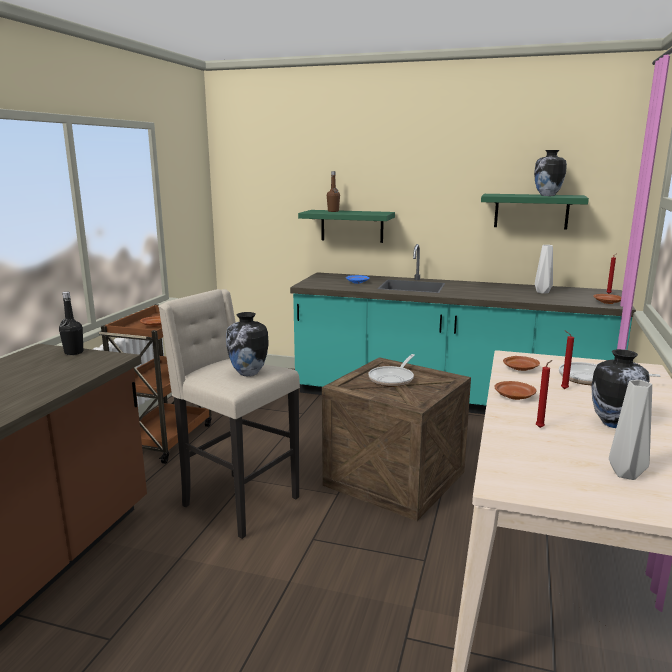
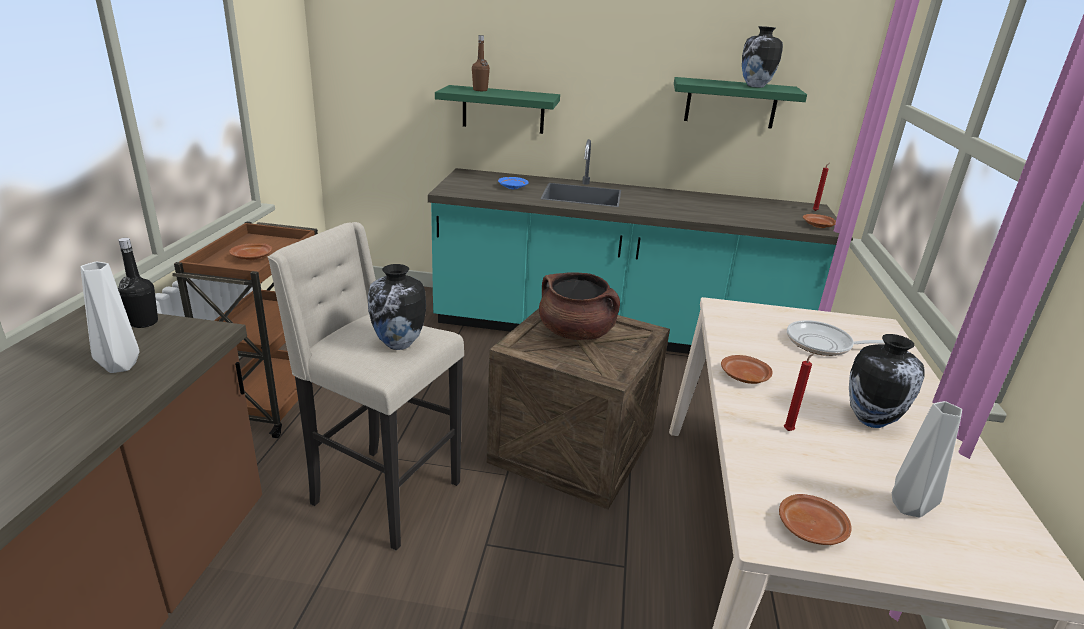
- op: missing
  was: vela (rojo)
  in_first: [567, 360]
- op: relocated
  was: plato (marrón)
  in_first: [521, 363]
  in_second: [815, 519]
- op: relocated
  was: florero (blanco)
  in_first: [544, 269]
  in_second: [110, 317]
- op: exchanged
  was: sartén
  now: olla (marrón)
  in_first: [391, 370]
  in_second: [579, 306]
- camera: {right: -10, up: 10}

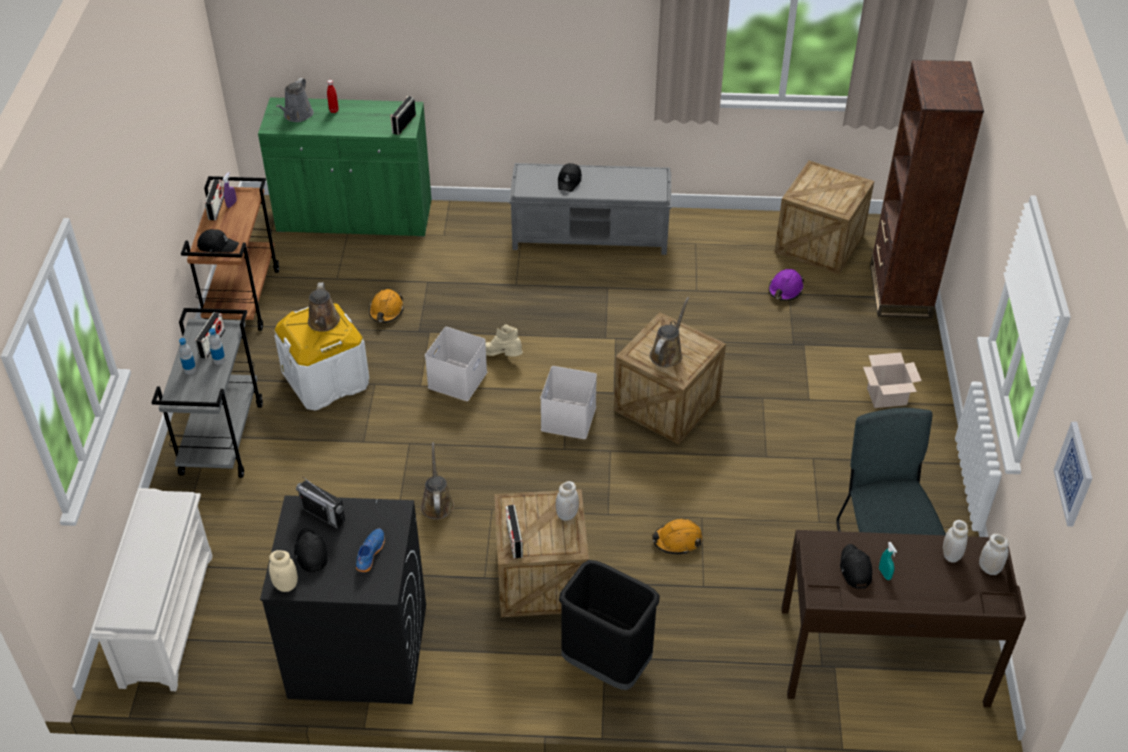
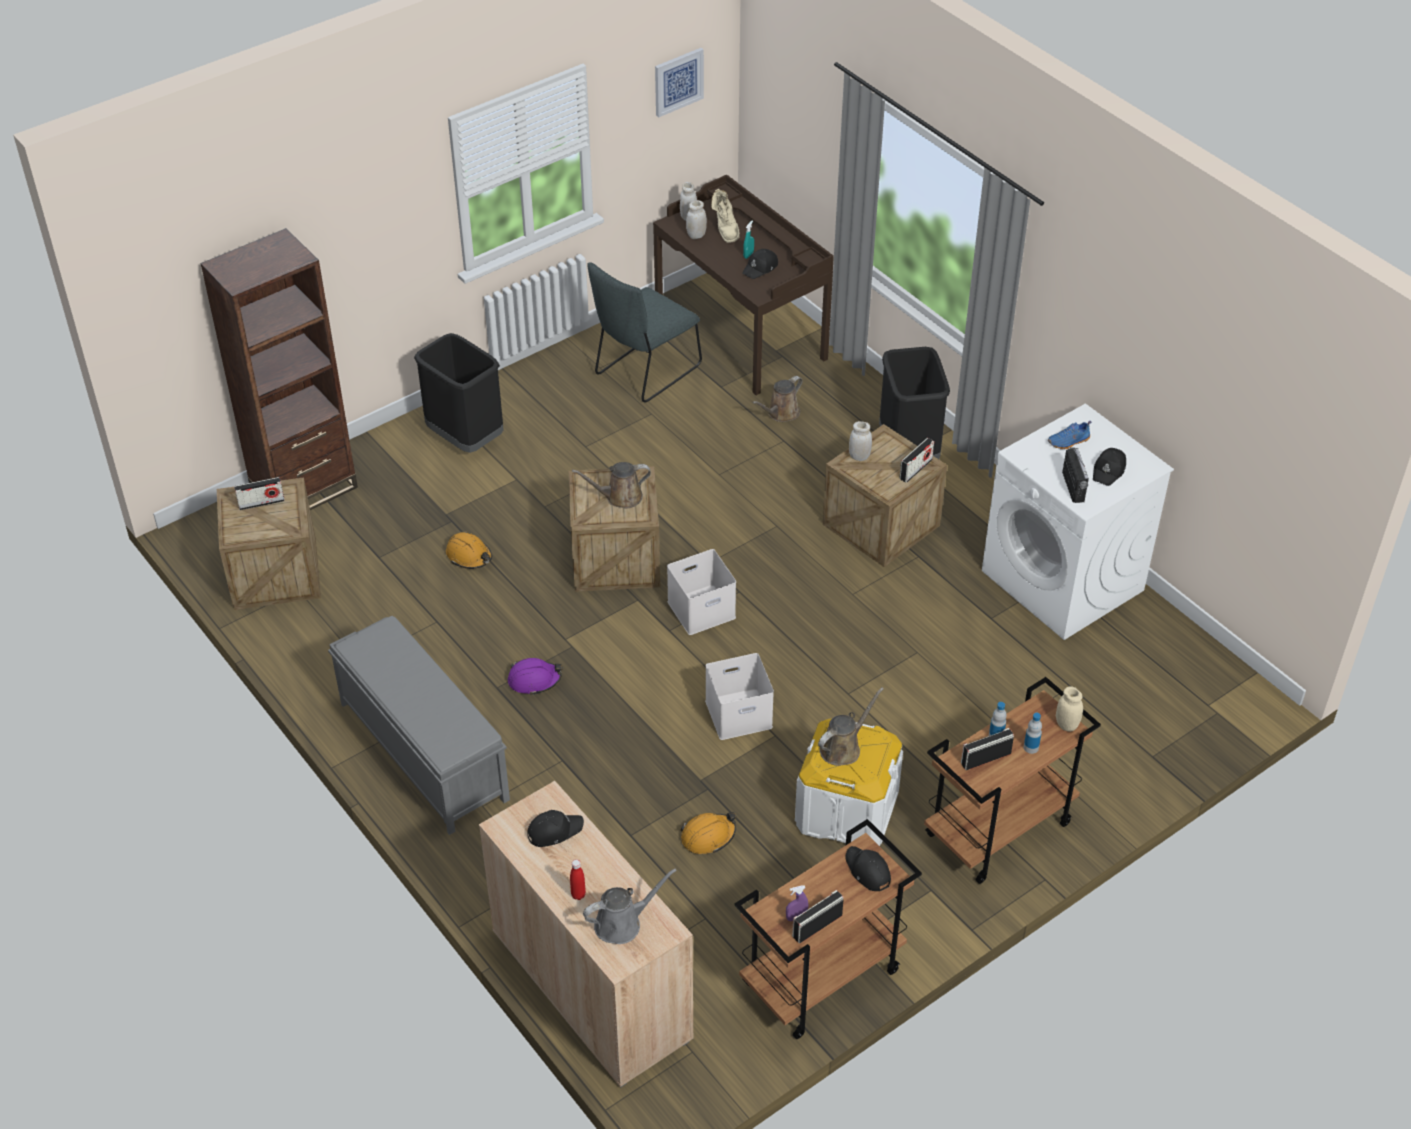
- op: missing
  was: zapatero (blanco)
  in_first: [152, 589]
- op: relocated
  was: tarro (beis)
  in_first: [283, 571]
  in_second: [1069, 709]
- op: relocated
  was: radio
  in_first: [403, 115]
  in_second: [259, 493]
- op: relocated
  was: regadera (marrón)
  in_first: [437, 481]
  in_second: [777, 399]
- op: relocated
  was: bota (beis)
  in_first: [504, 340]
  in_second: [725, 216]
- op: relocated
  was: gorra (negro)
  in_first: [570, 177]
  in_second: [555, 828]
- op: relocated
  was: casco (naranja)
  in_first: [677, 536]
  in_second: [469, 550]
- op: relocated
  was: casco (morado)
  in_first: [786, 285]
  in_second: [535, 676]
- op: exchanged
  was: caja de cartón
  now: papelera (negro)
  in_first: [892, 380]
  in_second: [459, 393]
- op: colour
  was: carrito (gris)
  now: carrito (marrón)
  in_first: [207, 393]
  in_second: [1012, 780]
- op: colour
  was: armario (verde)
  now: armario (beis)
  in_first: [345, 167]
  in_second: [586, 934]
- op: colour
  was: lavadora (negro)
  now: lavadora (blanco)
  in_first: [343, 599]
  in_second: [1078, 521]
- camera: {right: -130, up: 0}

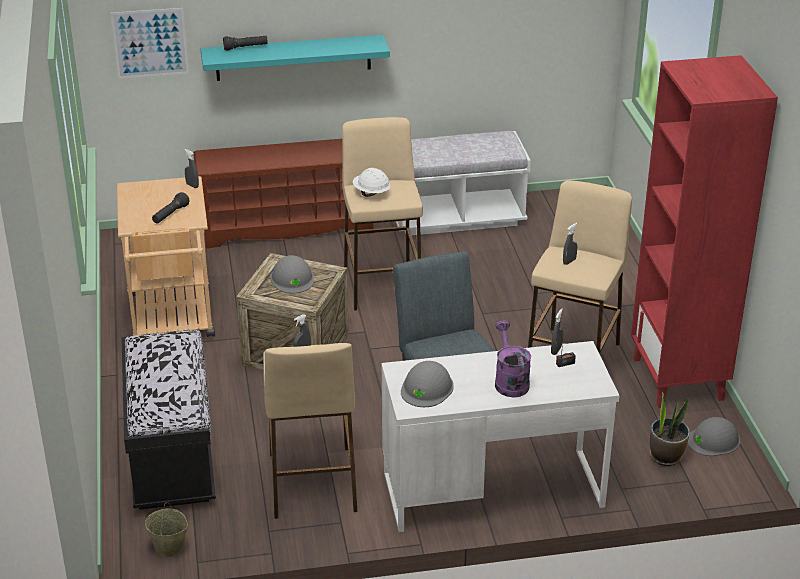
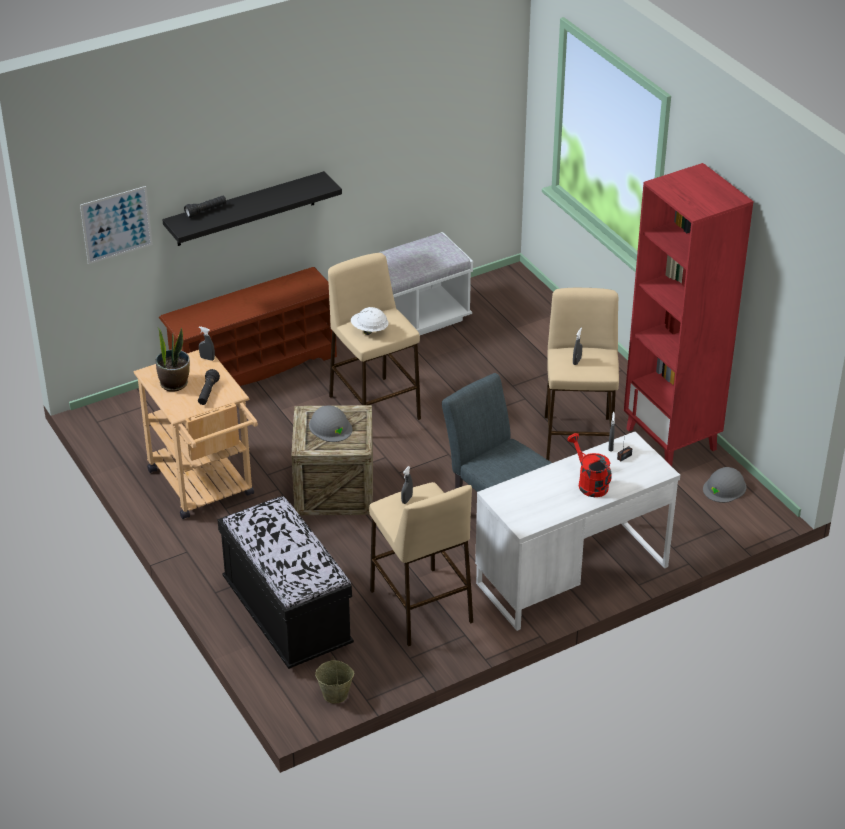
- op: missing
  was: casco (gris)
  in_first: [427, 384]
- op: relocated
  was: planta en maceta
  in_first: [670, 428]
  in_second: [173, 359]
- op: colour
  was: estante (turquesa)
  now: estante (negro)
  in_first: [295, 58]
  in_second: [252, 208]
- op: colour
  was: regadera (morado)
  now: regadera (rojo)
  in_first: [513, 358]
  in_second: [589, 465]
- camera: {right: -20, up: 5}

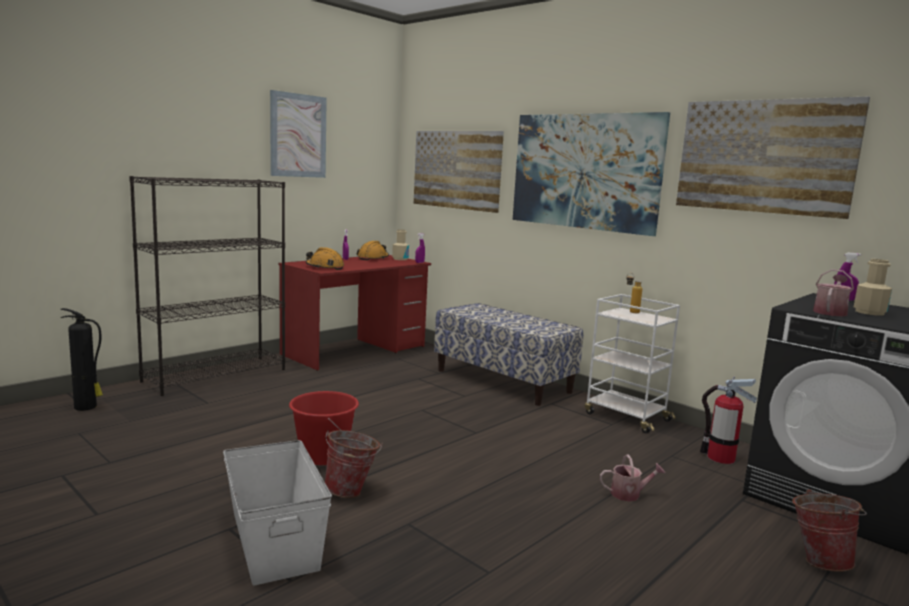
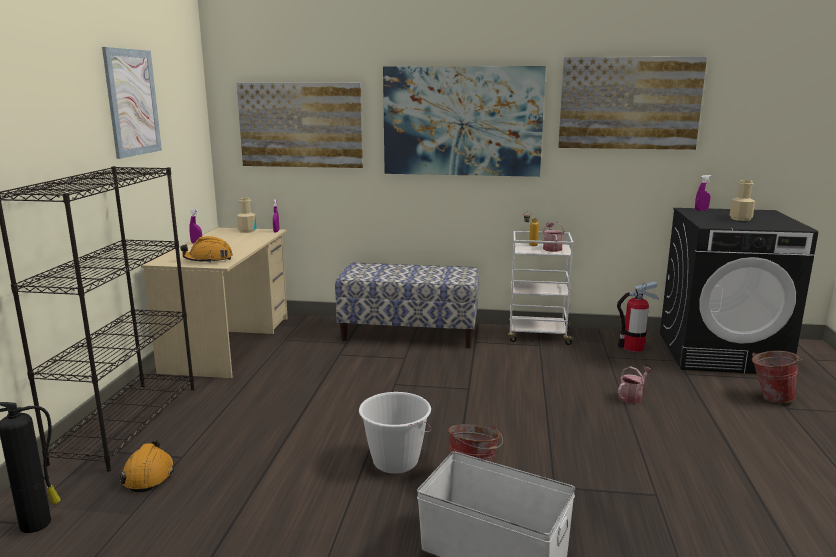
- op: relocated
  was: casco (naranja)
  in_first: [372, 250]
  in_second: [147, 466]
- op: relocated
  was: regadera
  in_first: [833, 293]
  in_second: [553, 237]
- op: colour
  was: escritorio (rojo)
  now: escritorio (beis)
  in_first: [355, 313]
  in_second: [214, 303]
- op: colour
  was: cubo (rojo)
  now: cubo (blanco)
  in_first: [324, 428]
  in_second: [395, 433]
- camera: {right: -35, up: 5}

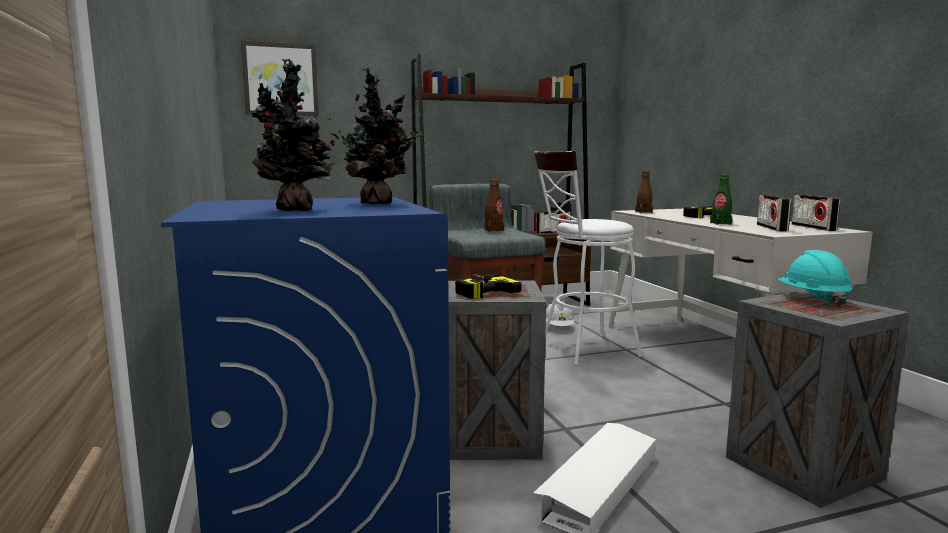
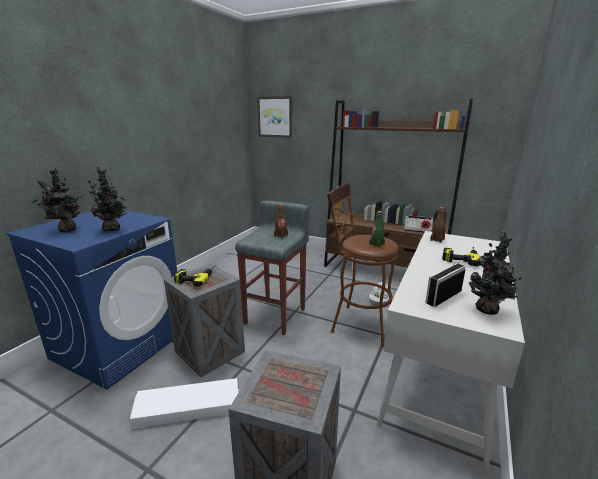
- op: missing
  was: casco (turquesa)
  in_first: [814, 278]
- op: relocated
  was: botella (verde)
  in_first: [721, 199]
  in_second: [377, 229]
- op: exchanged
  was: radio
  now: planta en maceta
  in_first: [816, 213]
  in_second: [495, 273]
- op: colour
  was: taburete (blanco)
  now: taburete (marrón)
  in_first: [588, 258]
  in_second: [363, 265]
- camera: {right: 45, up: 10}

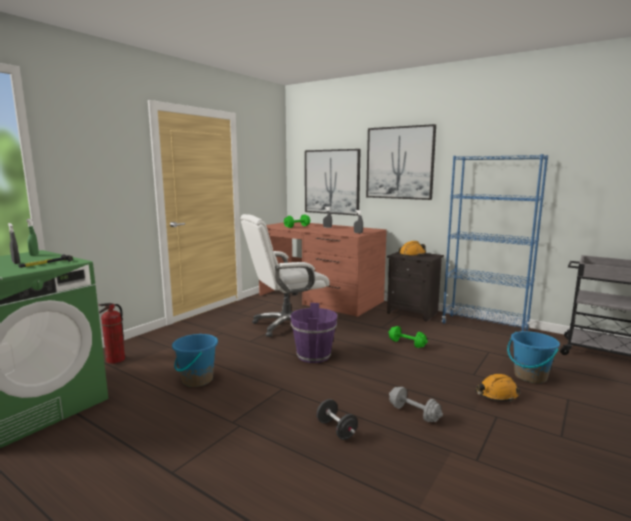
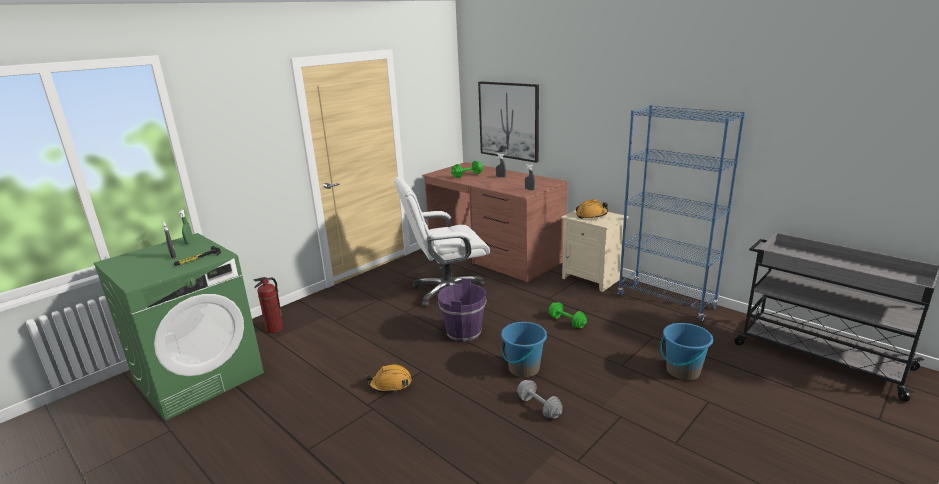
- op: missing
  was: mancuerna (negro)
  in_first: [337, 419]
- op: missing
  was: cuadro
  in_first: [401, 162]
- op: relocated
  was: cubo (azul)
  in_first: [195, 360]
  in_second: [524, 350]
- op: relocated
  was: casco (naranja)
  in_first: [497, 388]
  in_second: [389, 378]
- op: colour
  was: mesita de noche (negro)
  now: mesita de noche (beis)
  in_first: [415, 287]
  in_second: [595, 251]
- camera: {right: 10, up: 10}

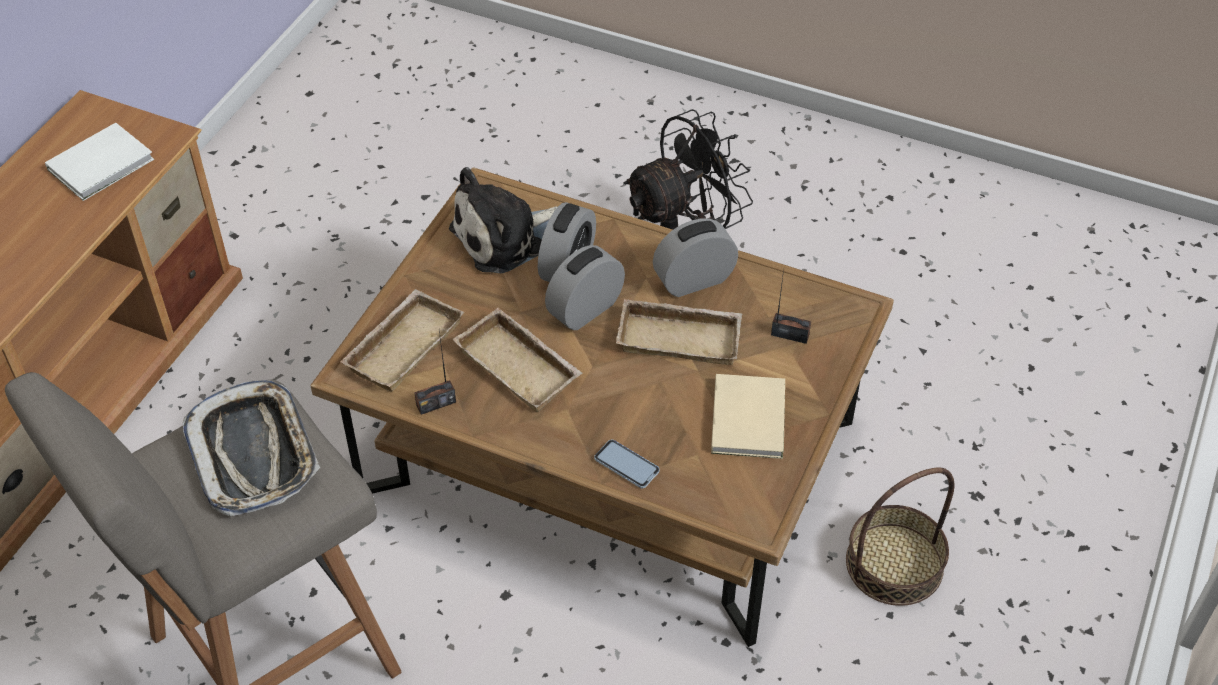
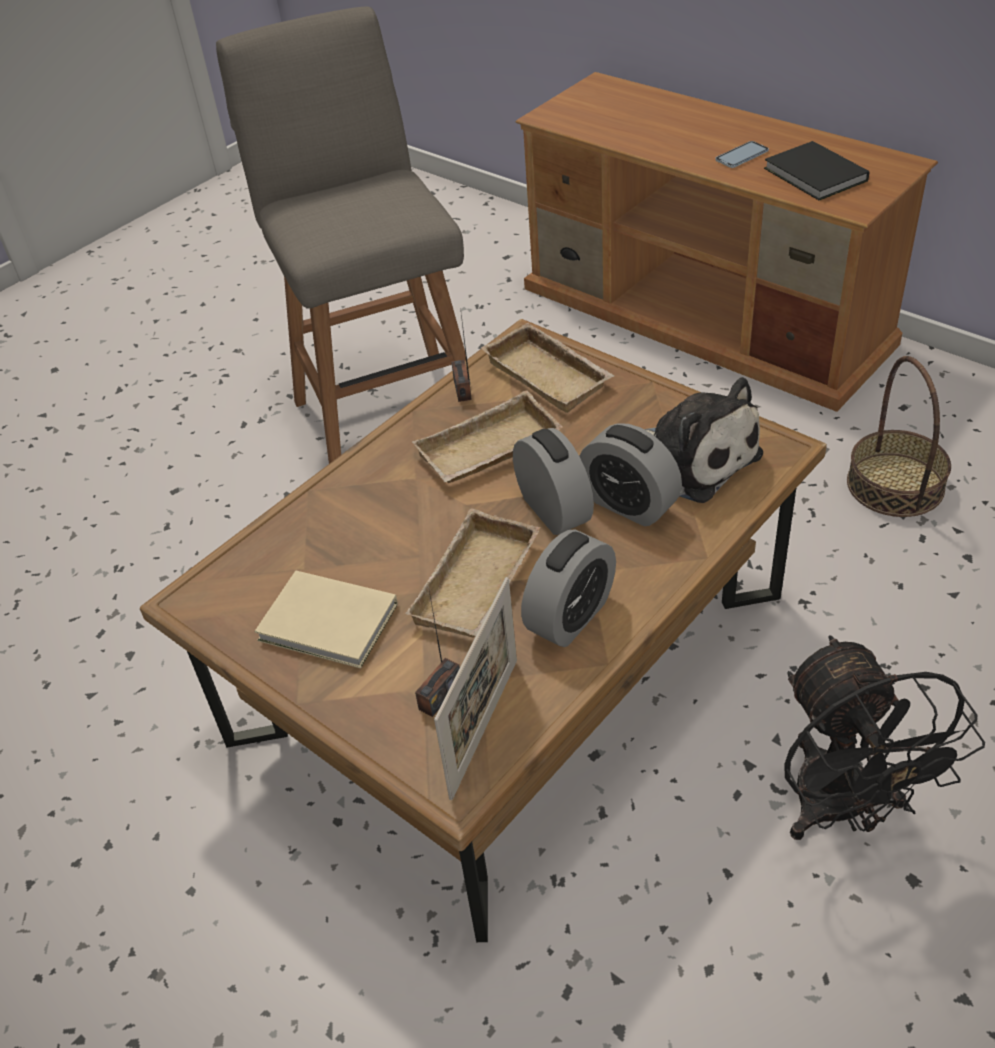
- op: missing
  was: bandeja
  in_first: [251, 448]
- op: appeared
  now: portarretratos
  in_second: [475, 688]
- op: relocated
  was: móvil
  in_first: [627, 463]
  in_second: [742, 154]
- op: relocated
  was: cesta
  in_first: [900, 537]
  in_second: [899, 436]
- op: colour
  was: libro (blanco)
  now: libro (negro)
  in_first: [99, 162]
  in_second: [817, 171]
- op: spun
  was: peluche
  in_first: [503, 220]
  in_second: [703, 440]
  clockwise: 150
- op: spun
  was: despertador
  in_first: [695, 257]
  in_second: [568, 588]
  clockwise: 45
- camera: {right: 110, up: -5}

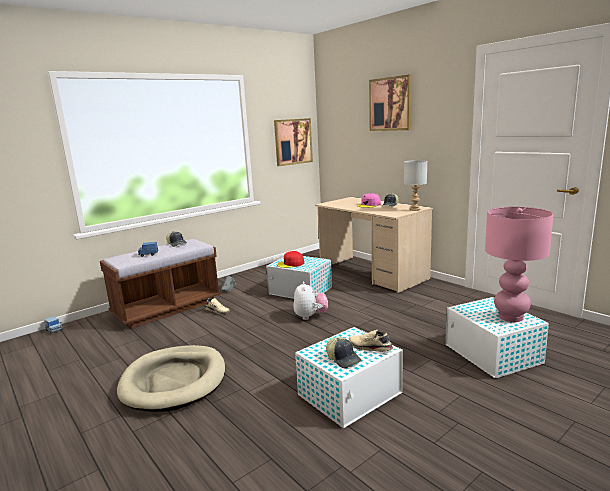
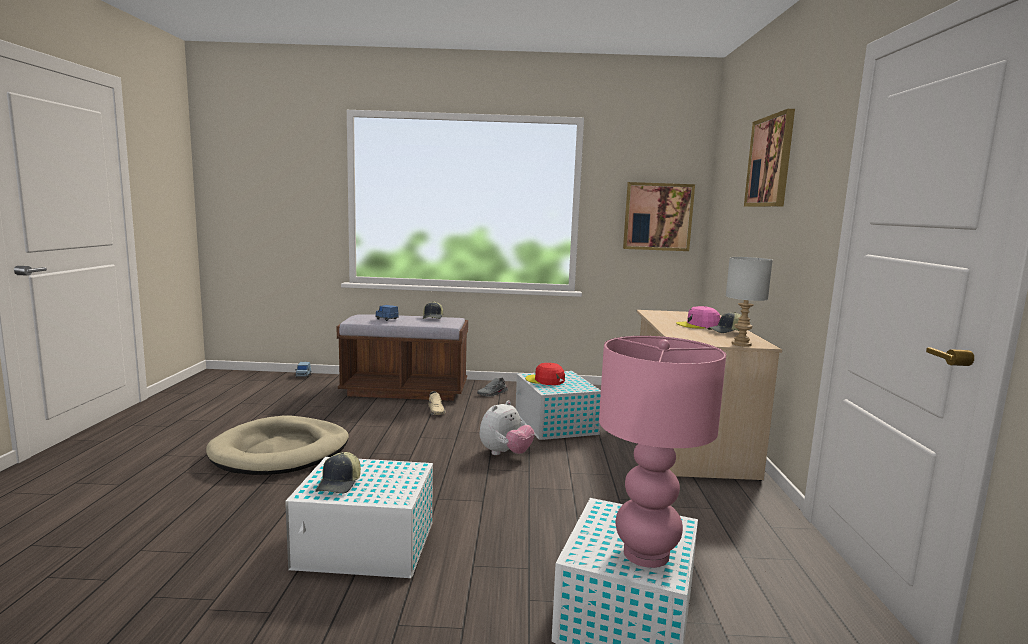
- op: missing
  was: zapato (beis)
  in_first: [371, 341]
- camera: {right: 40, up: -5}

